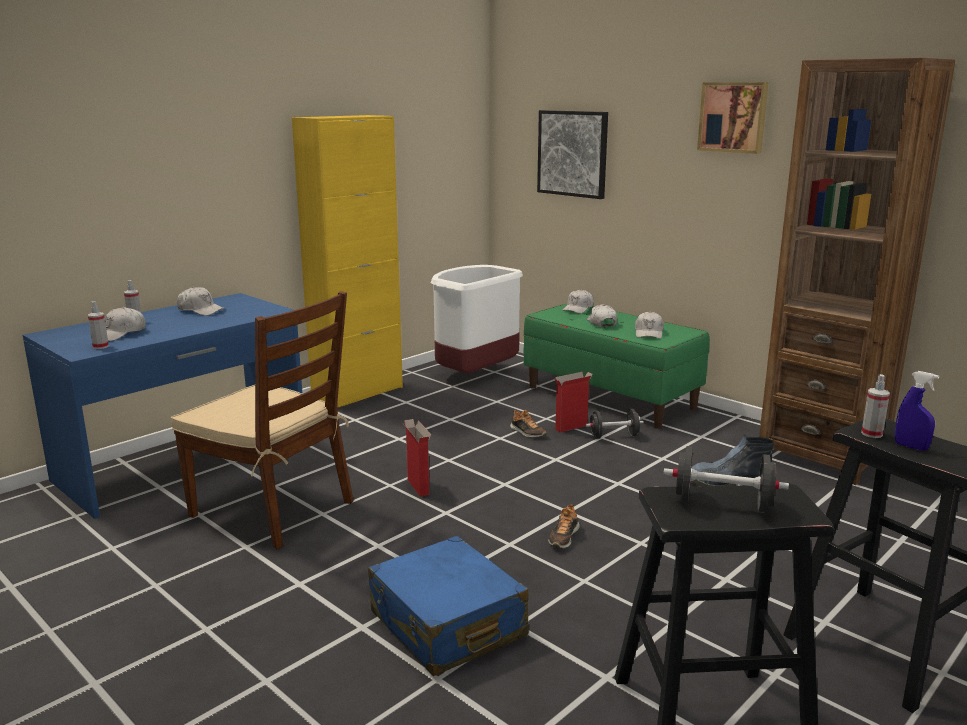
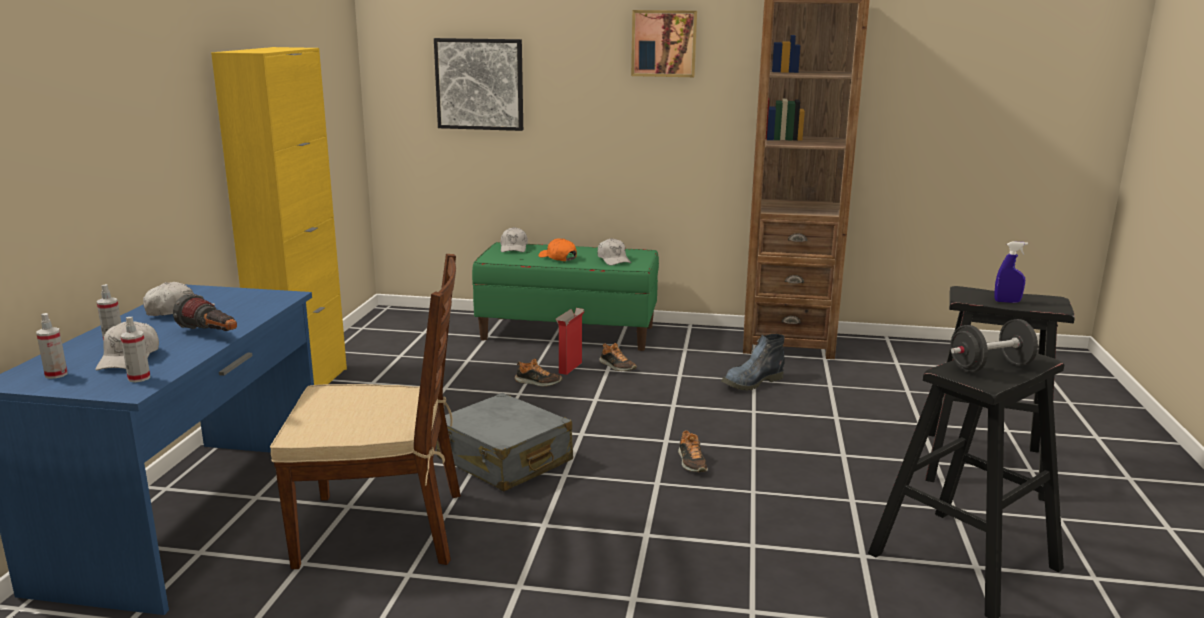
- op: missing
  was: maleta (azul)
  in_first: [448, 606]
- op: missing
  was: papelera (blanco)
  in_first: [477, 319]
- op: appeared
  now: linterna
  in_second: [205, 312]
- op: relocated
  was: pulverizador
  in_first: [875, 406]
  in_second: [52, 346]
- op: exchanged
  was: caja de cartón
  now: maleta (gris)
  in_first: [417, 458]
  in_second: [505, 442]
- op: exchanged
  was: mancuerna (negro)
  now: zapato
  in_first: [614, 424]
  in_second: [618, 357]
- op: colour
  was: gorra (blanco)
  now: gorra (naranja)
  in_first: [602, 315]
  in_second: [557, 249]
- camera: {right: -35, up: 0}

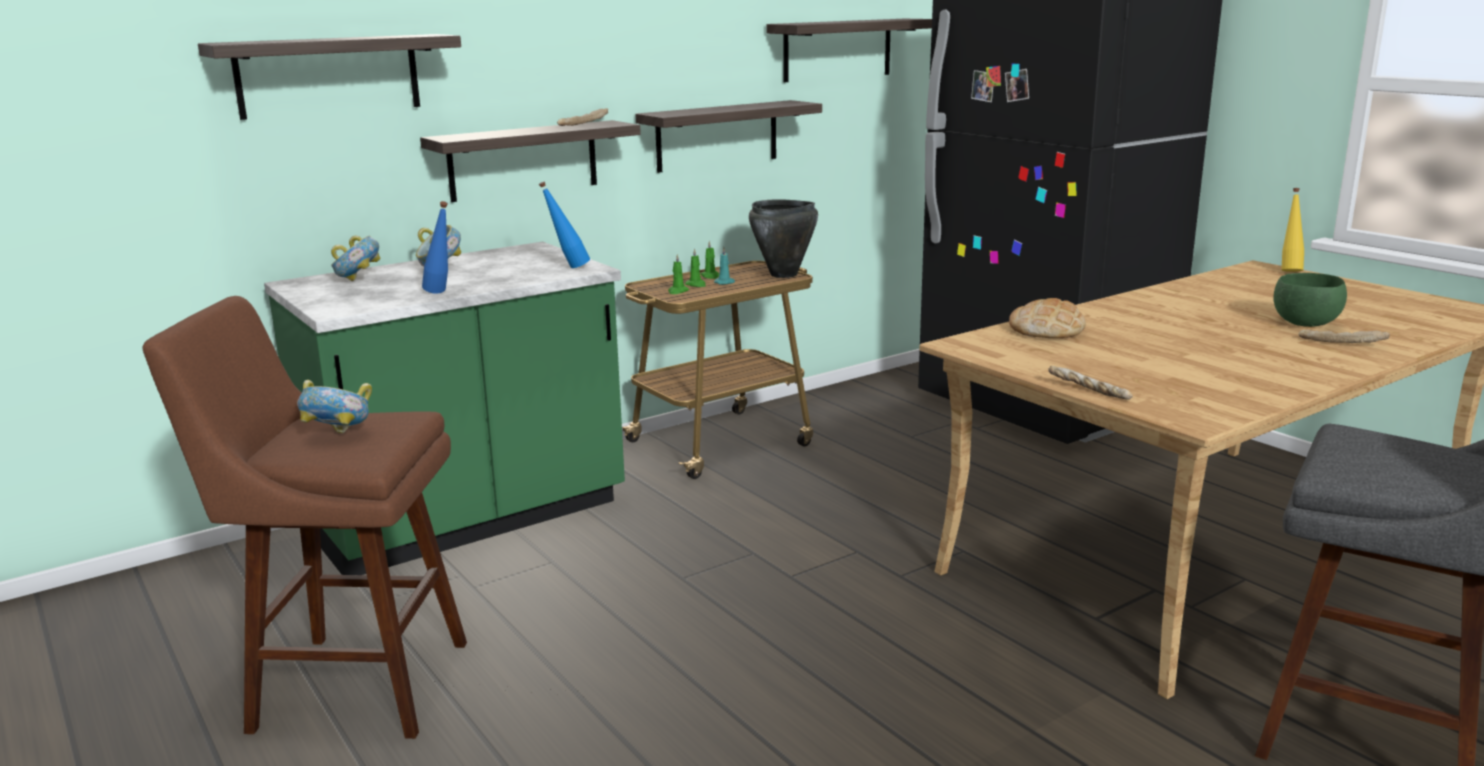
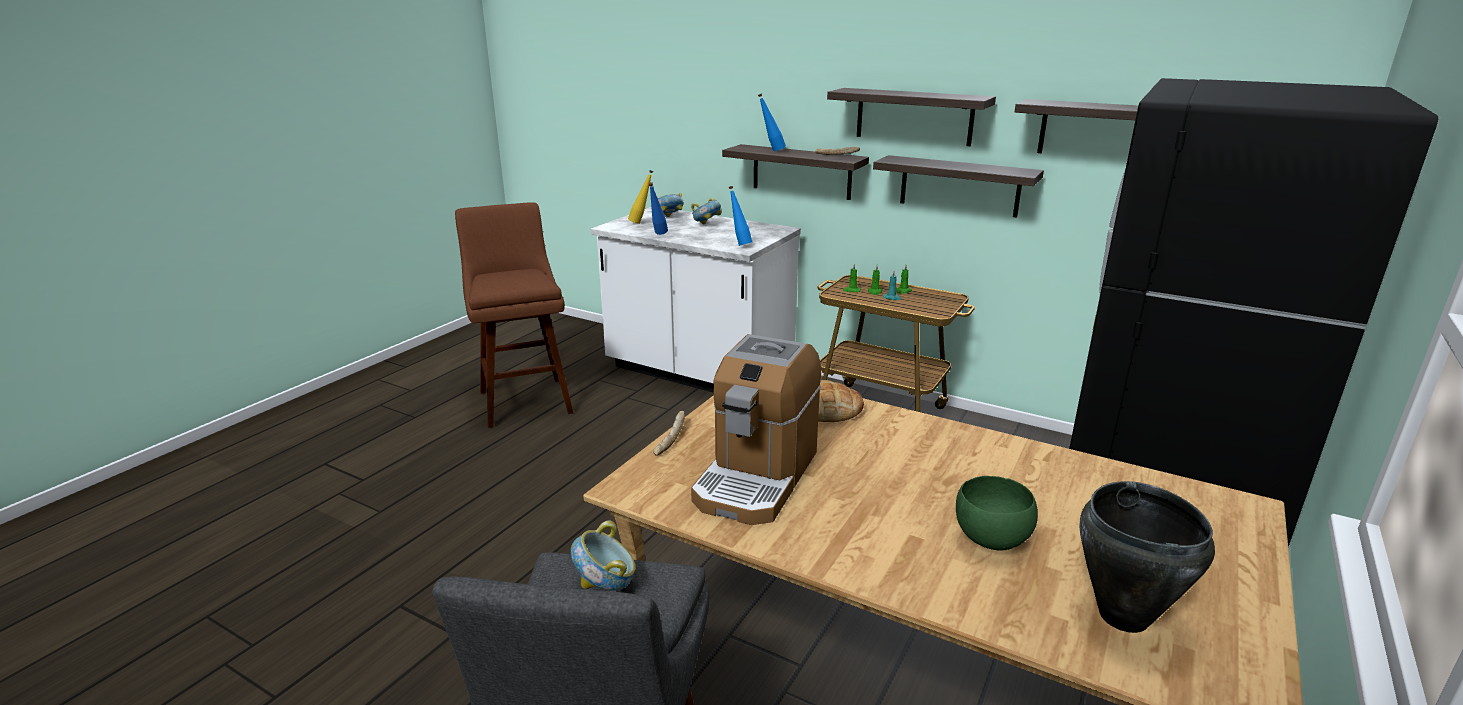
- op: missing
  was: pan
  in_first: [1344, 336]
- op: appeared
  now: cafetera
  in_second: [756, 429]
- op: appeared
  now: botella (azul)
  in_second: [772, 122]
- op: relocated
  was: estante
  in_first: [329, 77]
  in_second: [911, 117]
- op: relocated
  was: cuenco
  in_first: [334, 406]
  in_second: [603, 555]
- op: relocated
  was: olla (negro)
  in_first: [783, 239]
  in_second: [1147, 557]
- op: relocated
  was: botella (amarillo)
  in_first: [1292, 230]
  in_second: [640, 197]
- op: colour
  was: mueble bajo de cocina (verde)
  now: mueble bajo de cocina (blanco)
  in_first: [444, 408]
  in_second: [696, 300]
- camera: {right: 65, up: 5}

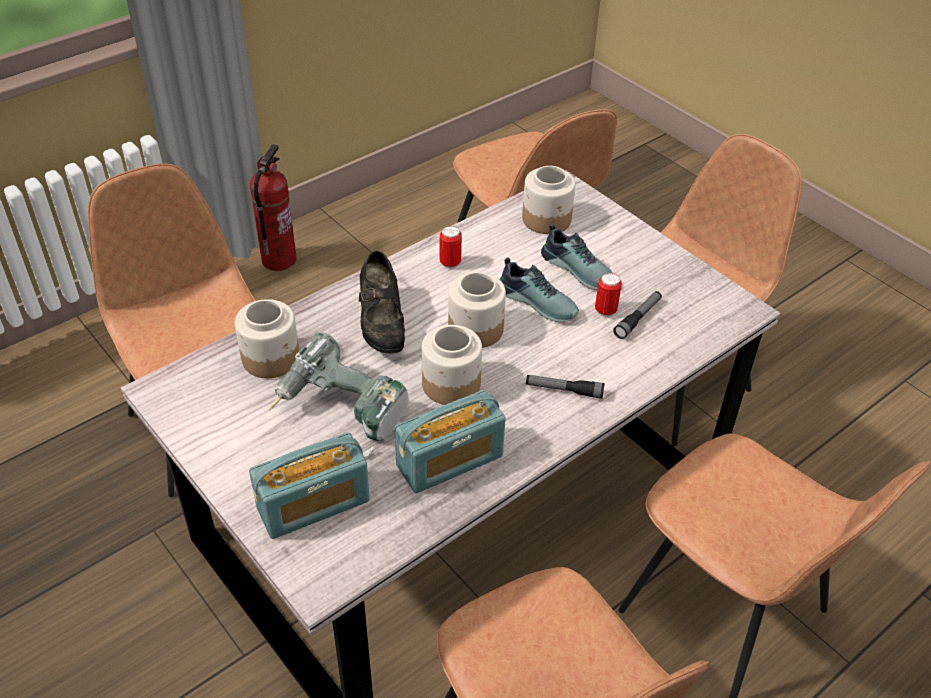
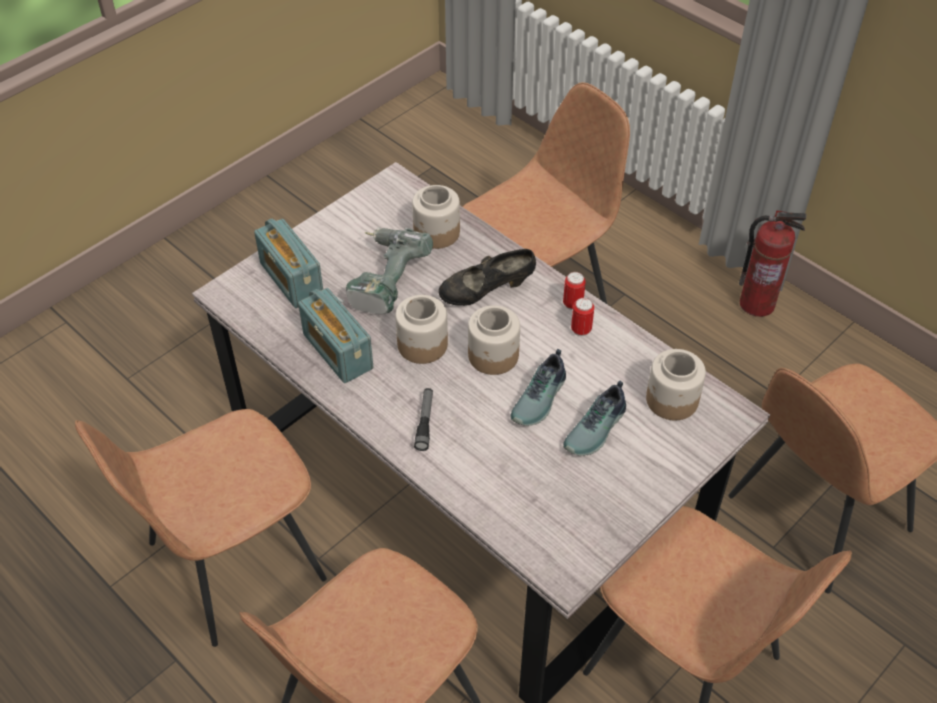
- op: missing
  was: linterna
  in_first: [637, 315]
- op: relocated
  was: lata
  in_first: [608, 295]
  in_second: [574, 291]
- camera: {right: 85, up: 5}

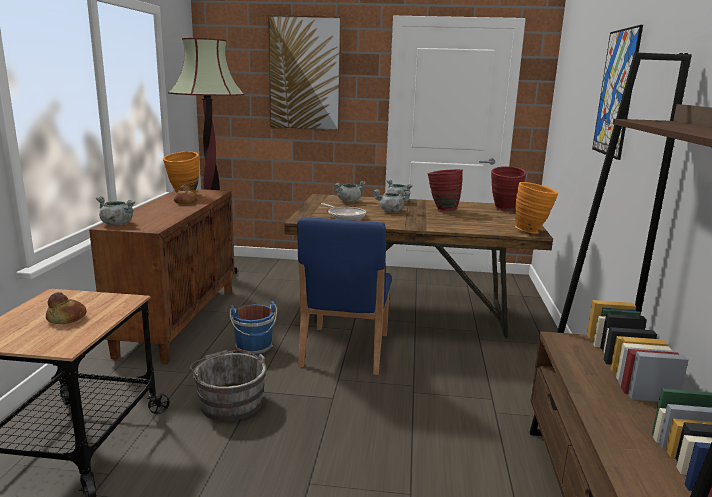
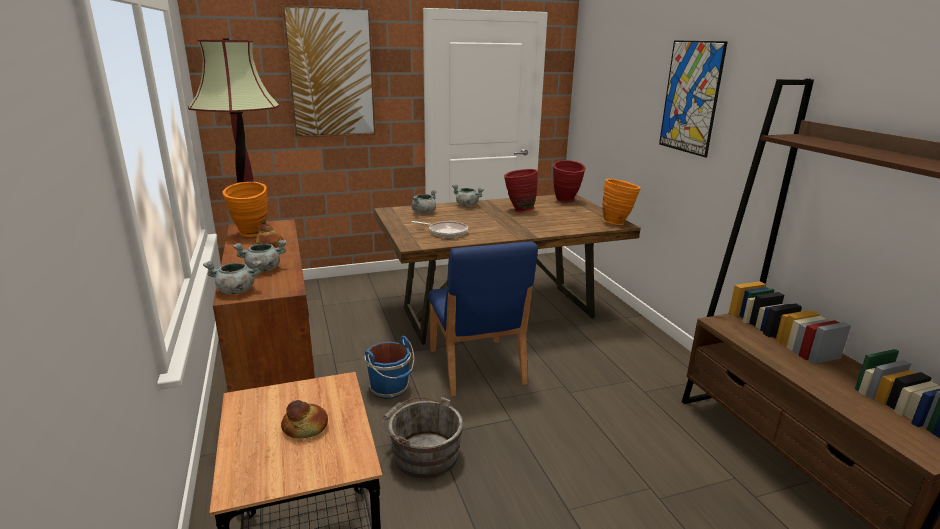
- op: relocated
  was: olla (gris)
  in_first: [392, 200]
  in_second: [260, 256]
- camera: {right: -25, up: 5}

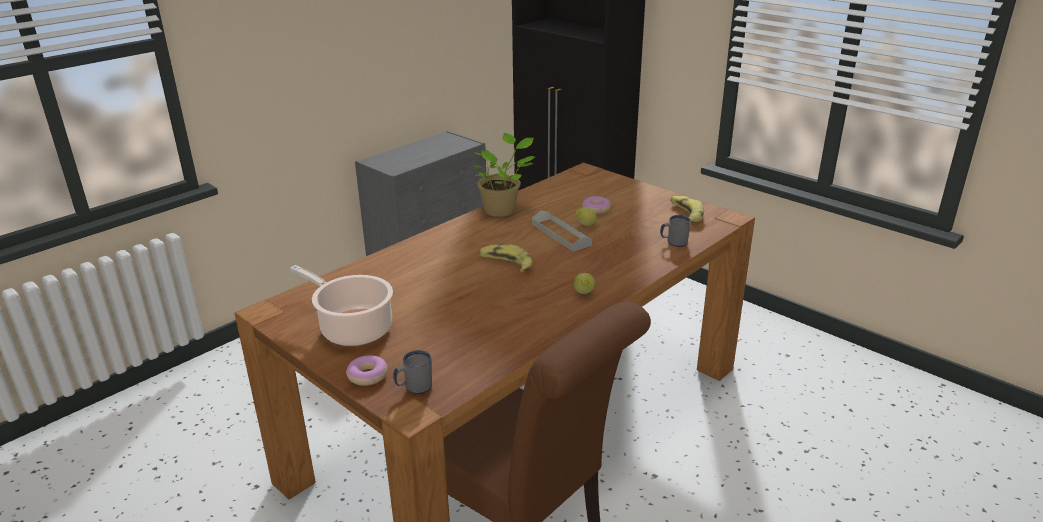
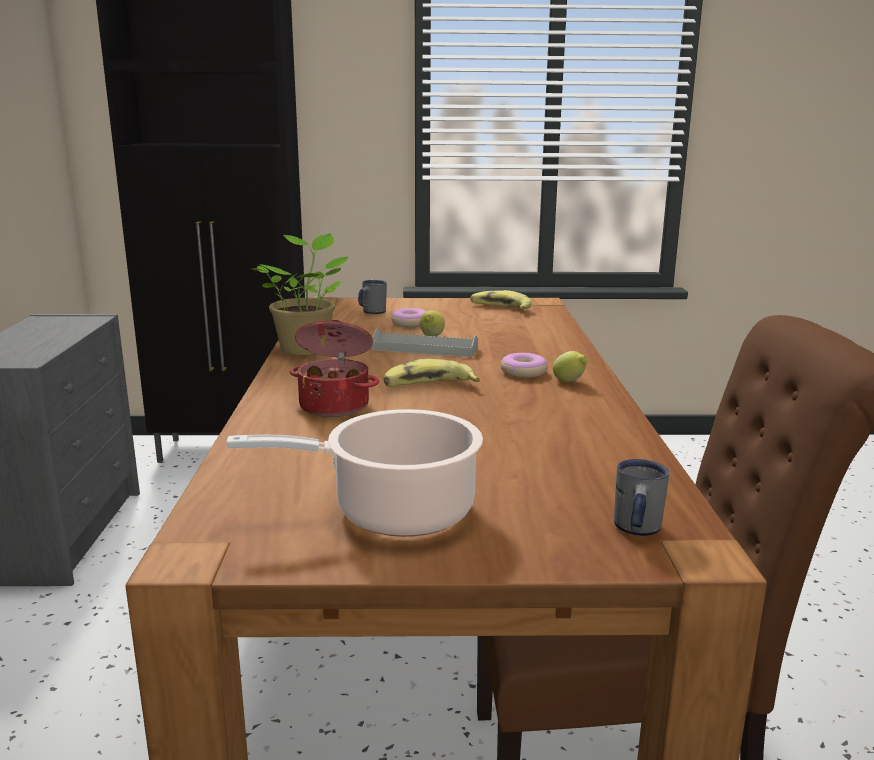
- op: appeared
  now: olla
  in_second: [334, 368]
- op: relocated
  was: rosquilla
  in_first: [367, 370]
  in_second: [524, 365]
- op: relocated
  was: taza grande (gris)
  in_first: [675, 231]
  in_second: [372, 297]
- camera: {right: -45, up: -10}

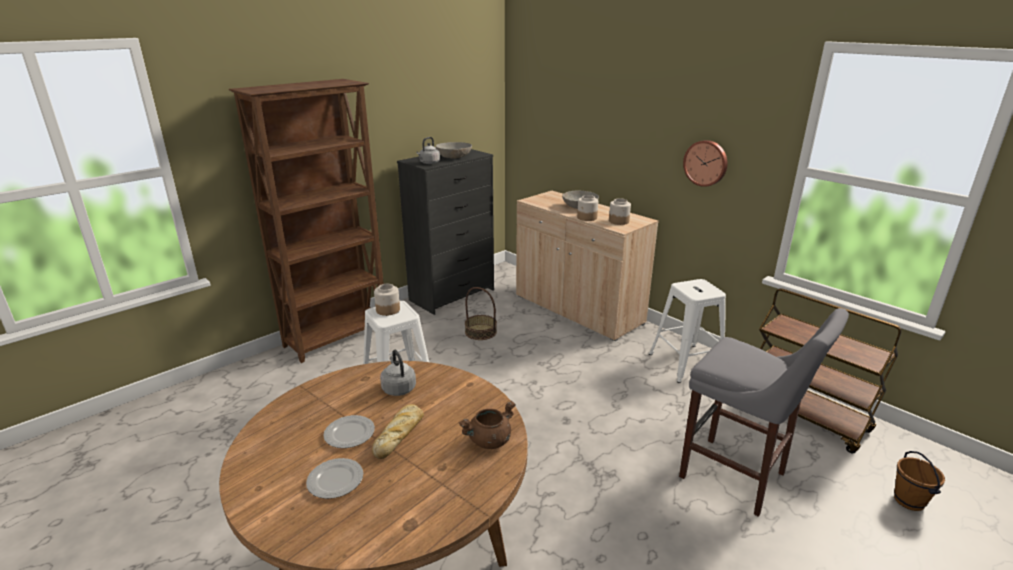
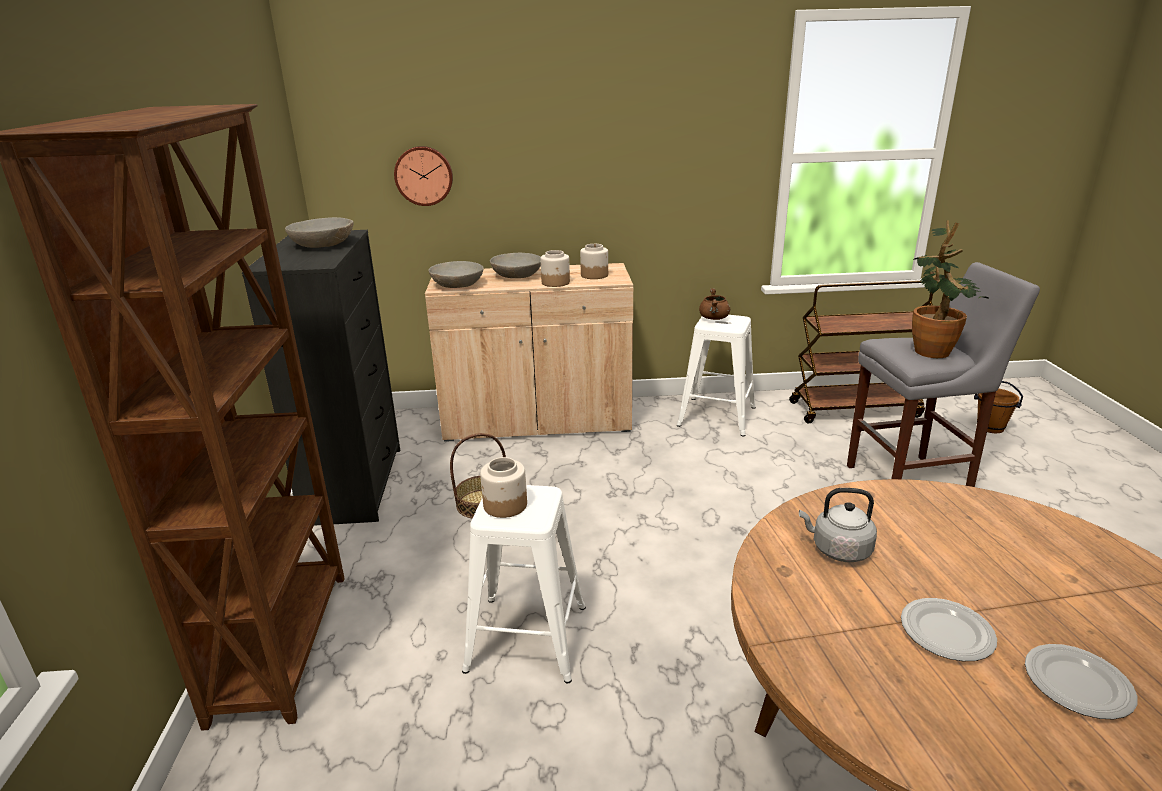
- op: missing
  was: pan
  in_first: [398, 431]
- op: missing
  was: hervidor (gris)
  in_first: [428, 150]
- op: appeared
  now: cuenco (gris)
  in_second: [456, 274]
- op: appeared
  now: planta en maceta
  in_second: [950, 289]
- op: relocated
  was: olla (marrón)
  in_first: [487, 425]
  in_second: [714, 304]
- op: relocated
  was: reloj de pared
  in_first: [705, 163]
  in_second: [423, 176]
- camera: {right: -50, up: 0}

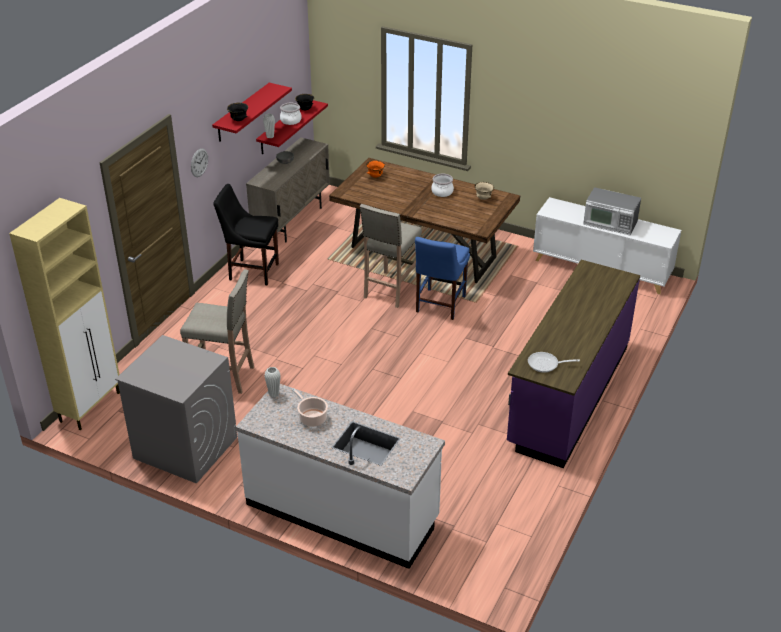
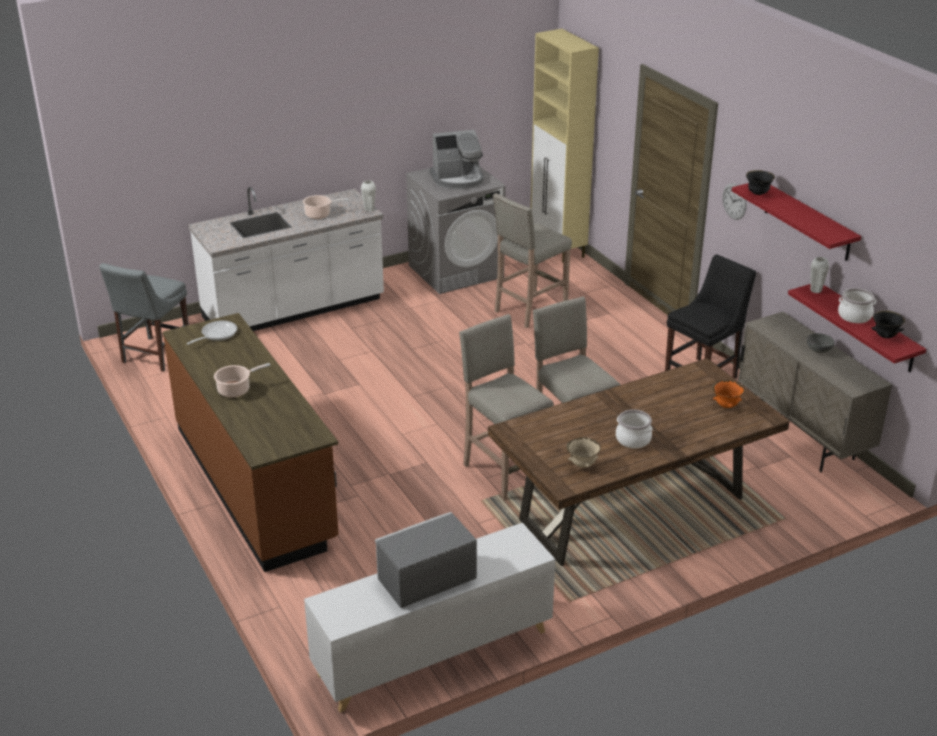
- op: appeared
  now: silla (gris)
  in_second: [144, 317]
- op: appeared
  now: olla
  in_second: [242, 380]
- op: appeared
  now: cafetera
  in_second: [456, 159]
- op: exchanged
  was: silla (azul)
  now: taburete (beis)
  in_first: [442, 278]
  in_second: [506, 407]
- op: colour
  was: mueble bajo de cocina (morado)
  now: mueble bajo de cocina (marrón)
  in_first: [573, 364]
  in_second: [251, 442]
- camera: {right: 125, up: -5}

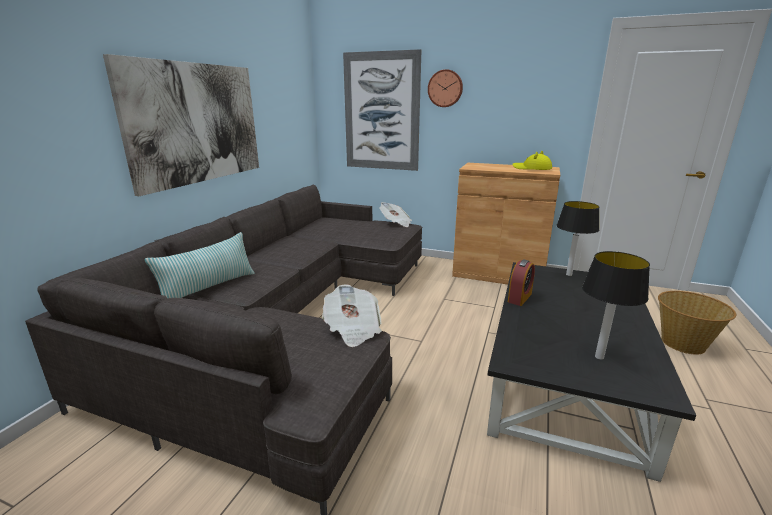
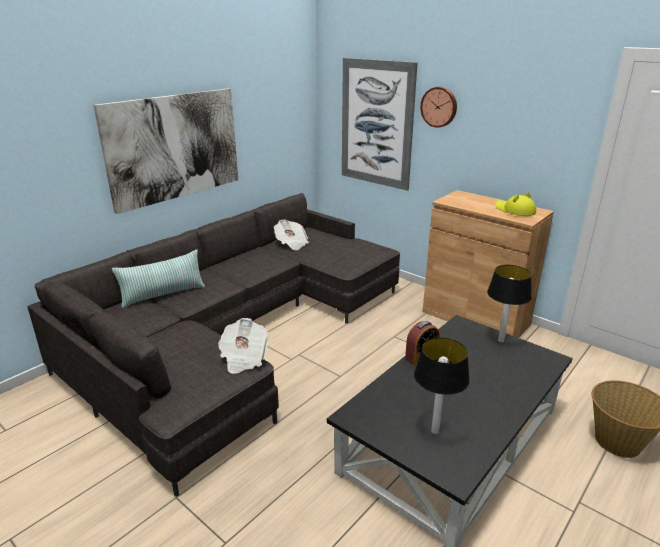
- op: relocated
  was: periódico
  in_first: [395, 214]
  in_second: [291, 235]
- camera: {right: 20, up: 5}

